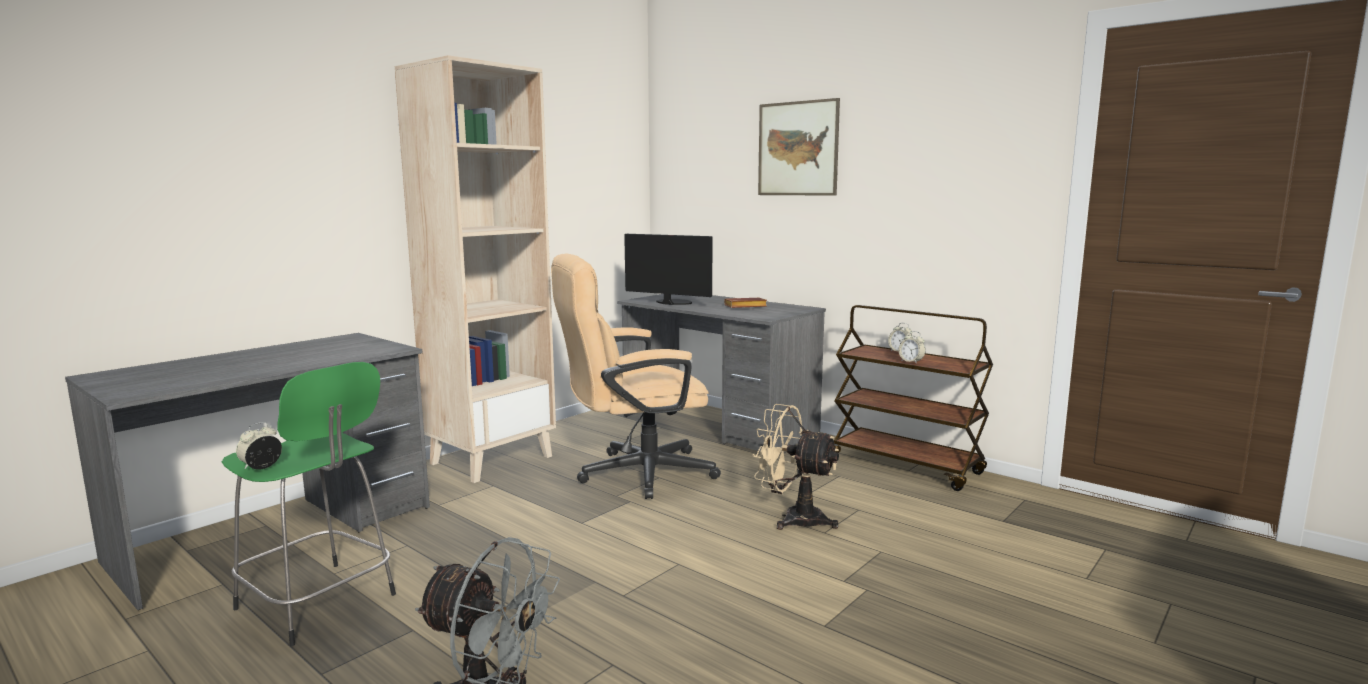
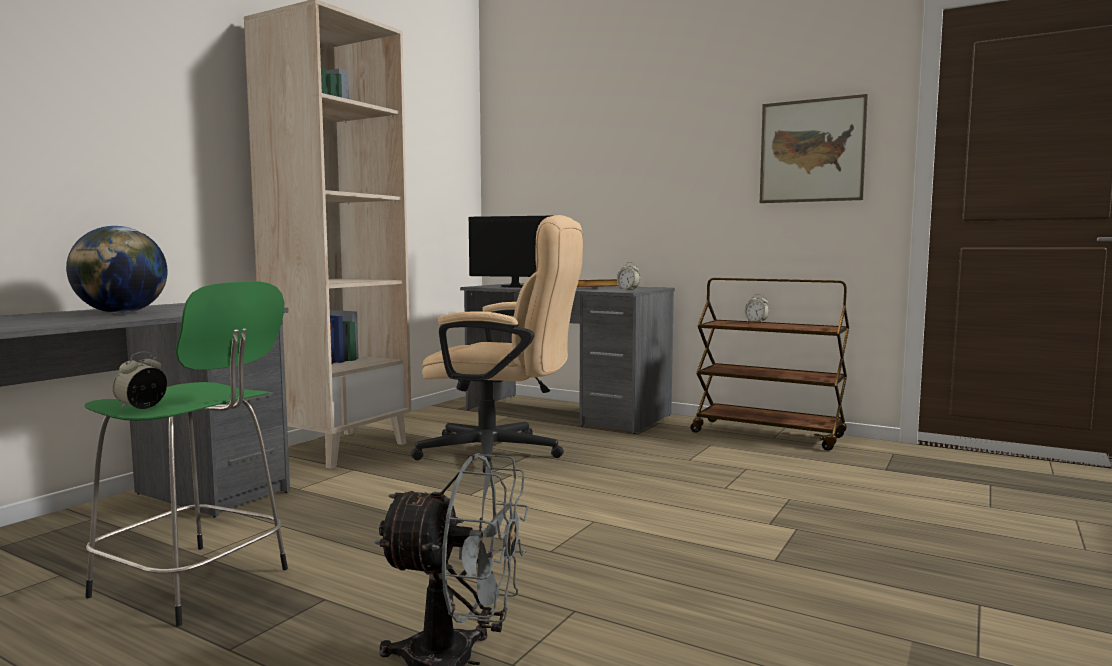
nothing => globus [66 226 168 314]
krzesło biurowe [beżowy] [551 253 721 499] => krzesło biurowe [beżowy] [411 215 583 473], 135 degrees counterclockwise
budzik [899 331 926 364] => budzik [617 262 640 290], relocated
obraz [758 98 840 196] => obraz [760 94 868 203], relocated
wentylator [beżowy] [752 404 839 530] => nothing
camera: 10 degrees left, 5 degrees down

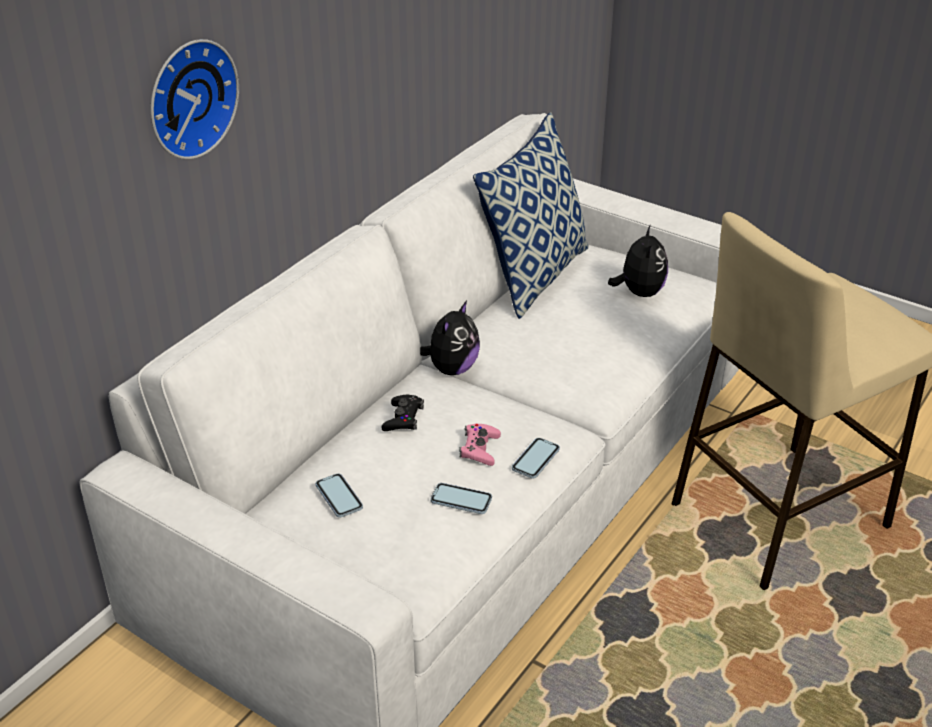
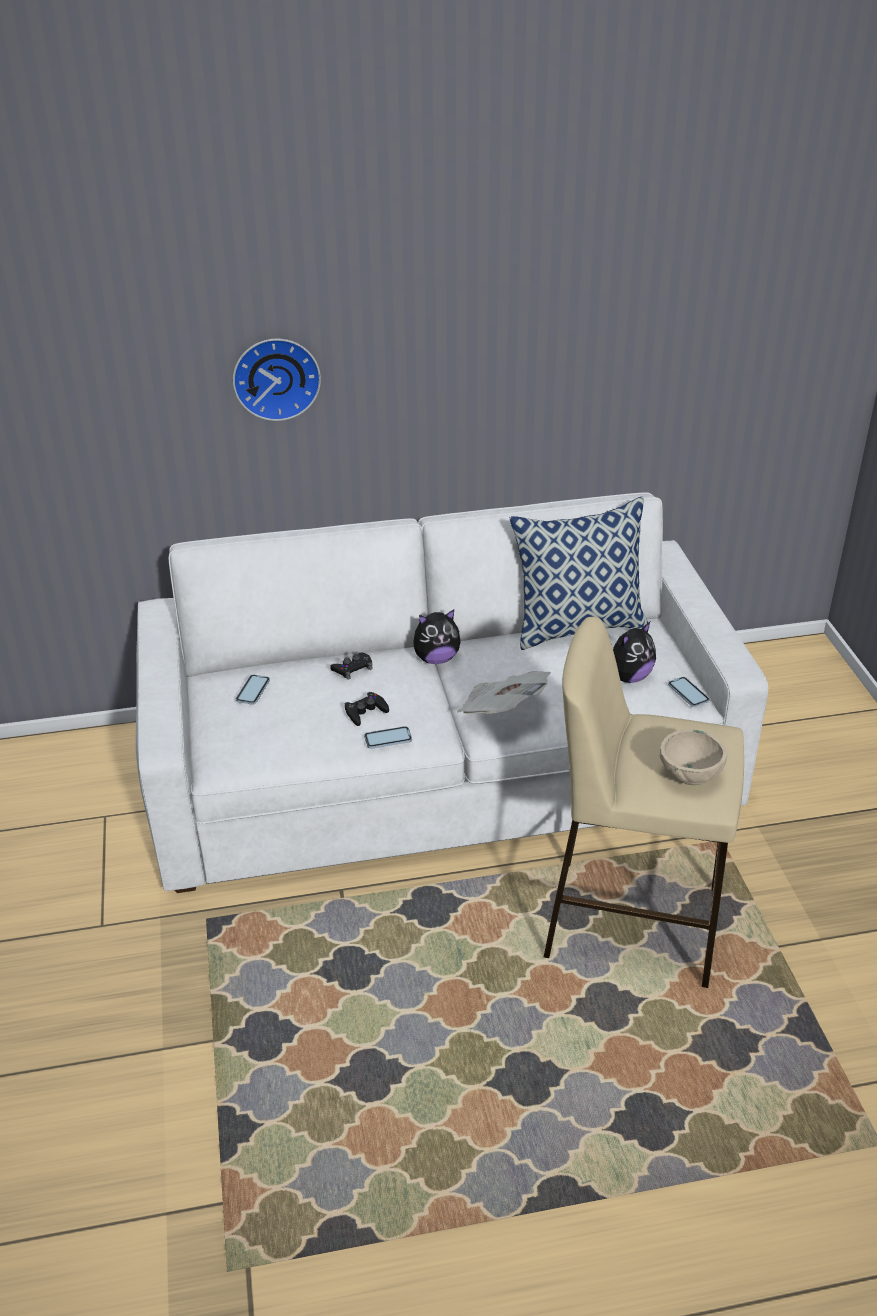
pad do gier [różowy] [459 424 501 466] => pad do gier [czarny] [345 692 389 726]
nothing => gazeta [457 671 551 714]
nothing => miska [beżowy] [659 729 727 785]
telefon [431 483 492 514] => telefon [668 677 710 707], relocated
camera: 45 degrees right, 0 degrees up

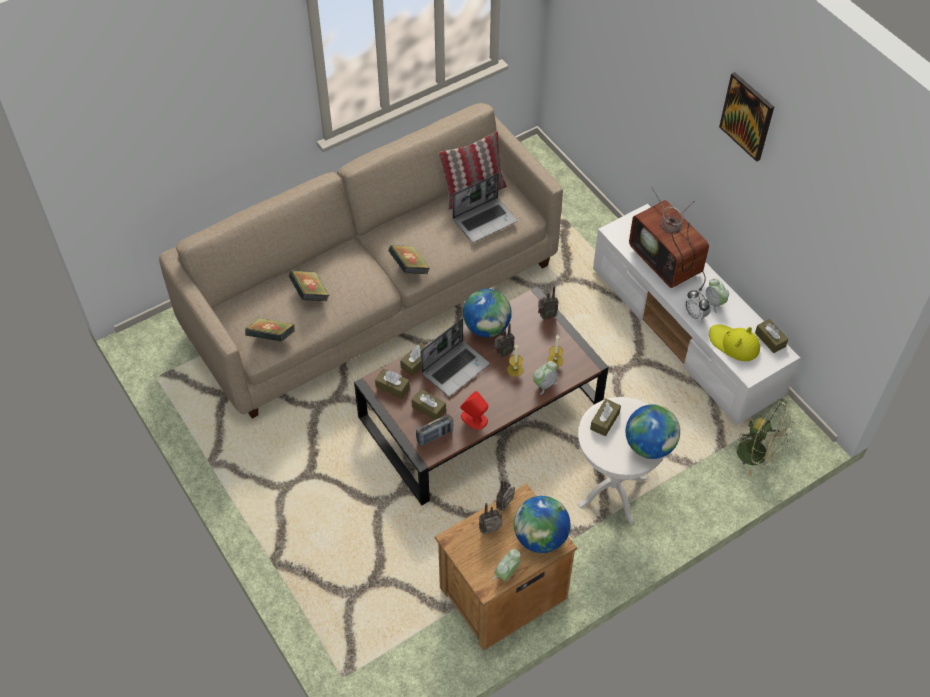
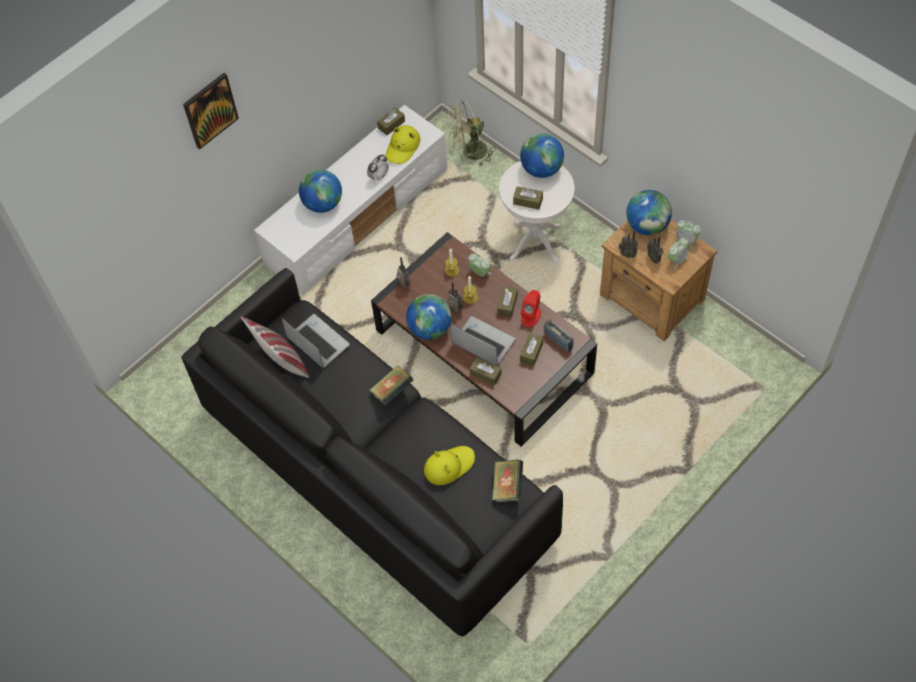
kanapa [beżowy] [159 103 563 418] => kanapa [czarny] [182 268 563 636]
obraz [719 72 774 162] => obraz [183 73 239 149], relocated
telewizor [629 187 709 292] => globus [299 169 342 213]
książka [289 271 330 301] => kapelusz [żółty] [424 446 475 485]
wentylator [zielony] [737 400 797 477] => wentylator [zielony] [447 100 496 167], 135 degrees counterclockwise
pudełko chusteczek [brązowy] [375 368 410 399] => pudełko chusteczek [brązowy] [497 286 518 317], relocated
budzik [706 279 729 313] => budzik [668 238 689 269], relocated
camera: 100 degrees left, 5 degrees up

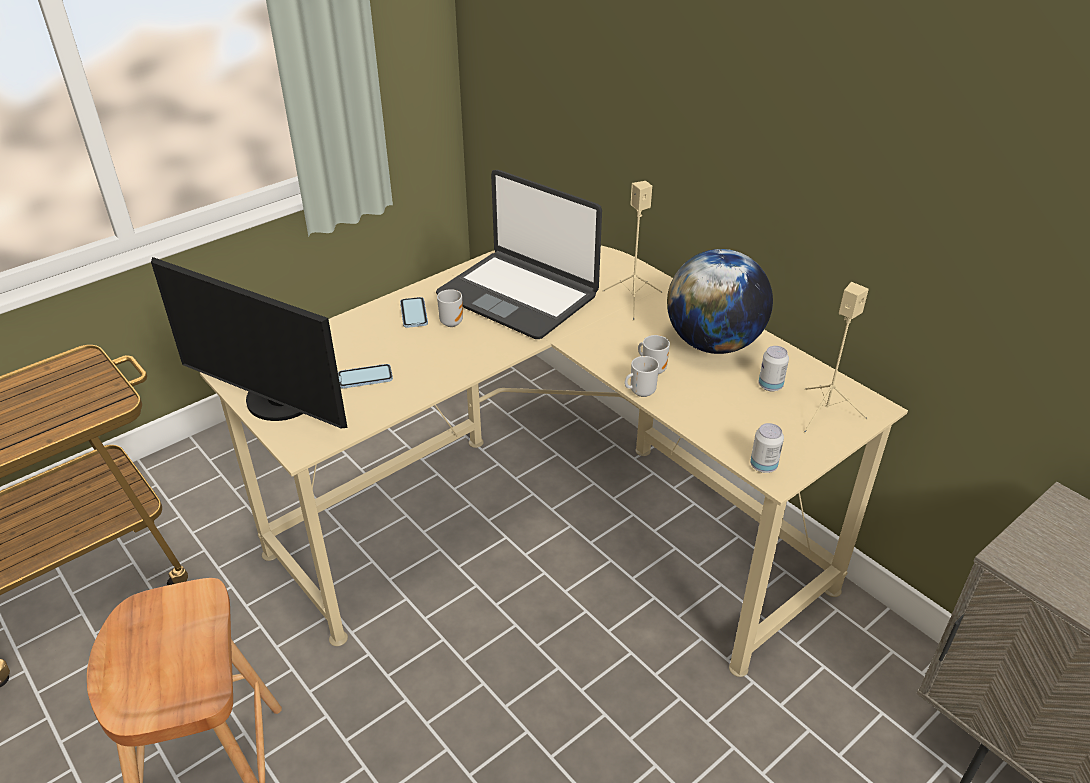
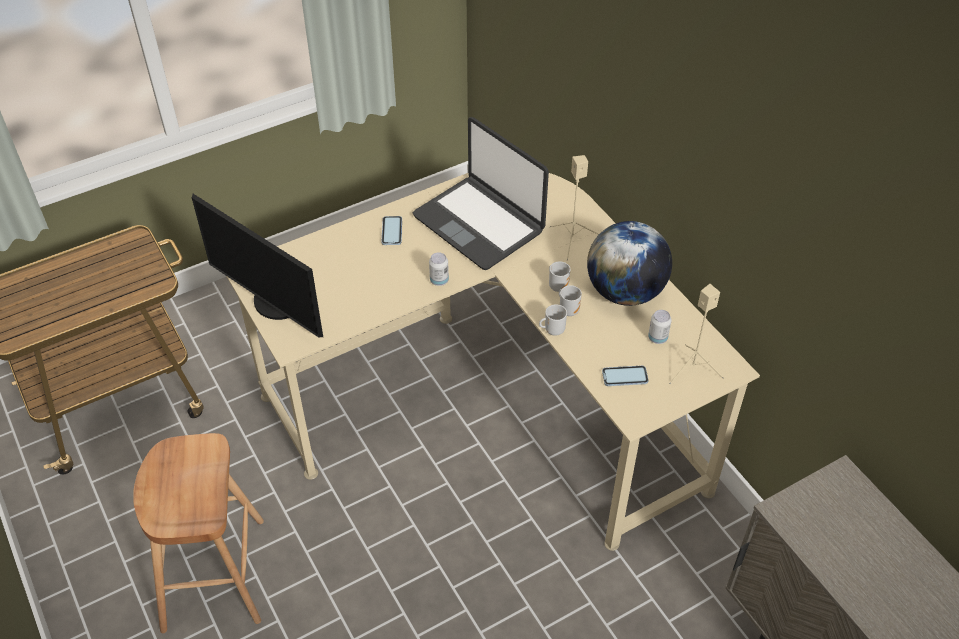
puszka [750 423 784 473] => puszka [429 253 449 286], relocated
kubek [437 289 463 327] => kubek [549 261 571 292], relocated
telefon [338 364 393 389] => telefon [602 366 649 386], relocated
camera: 10 degrees right, 10 degrees up

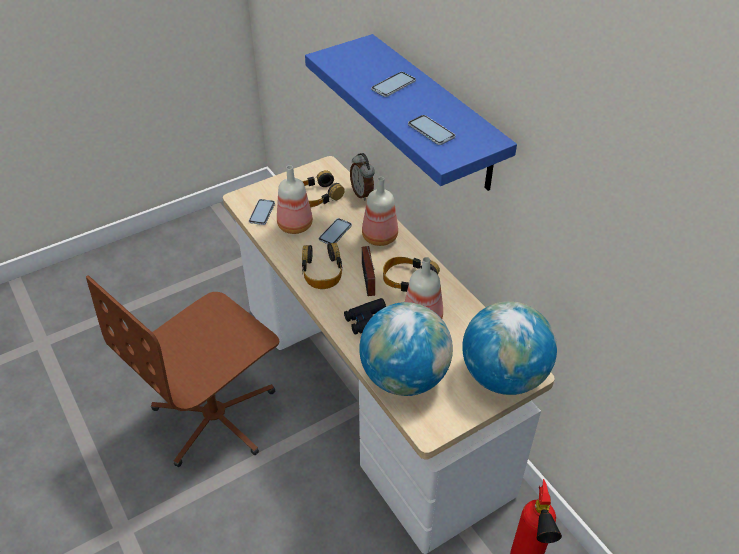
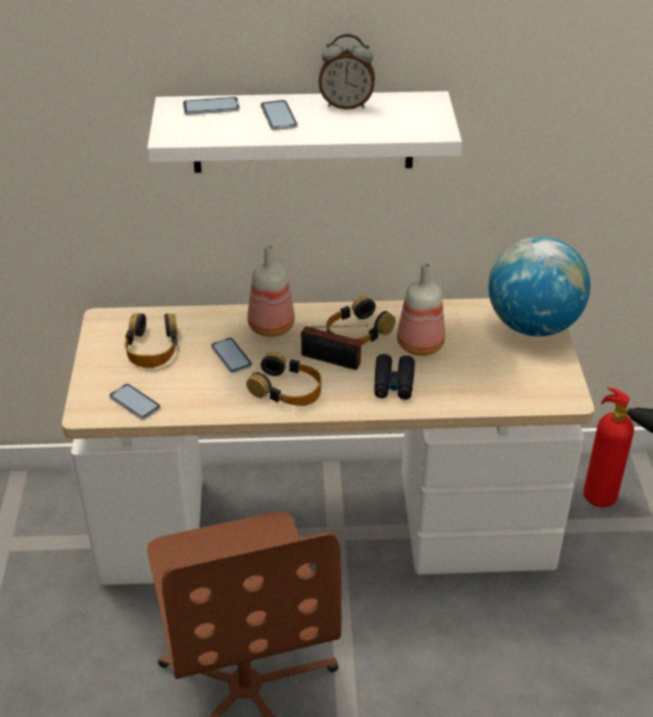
półka [niebieski] [305 34 517 191] => półka [biały] [147 91 462 173]
telefon [408 115 455 145] => telefon [183 97 240 115], relocated
budzik [350 153 375 201] => budzik [318 34 375 110], relocated
butelka [277 165 313 234] => nothing
globus [359 302 453 396] => nothing
camera: 60 degrees left, 5 degrees down

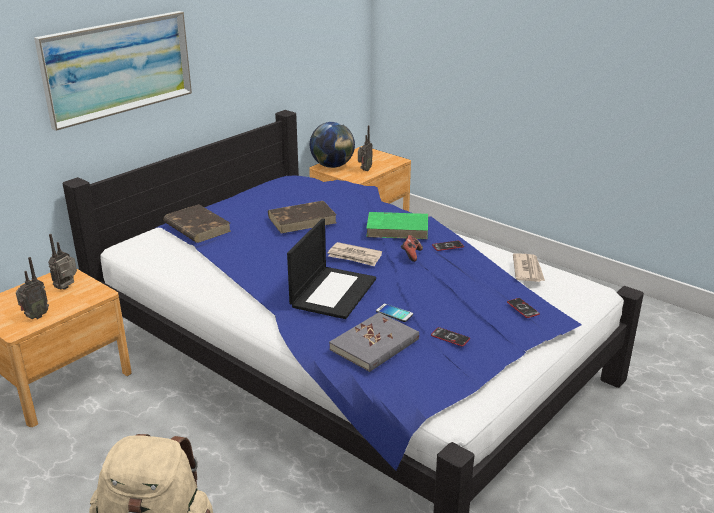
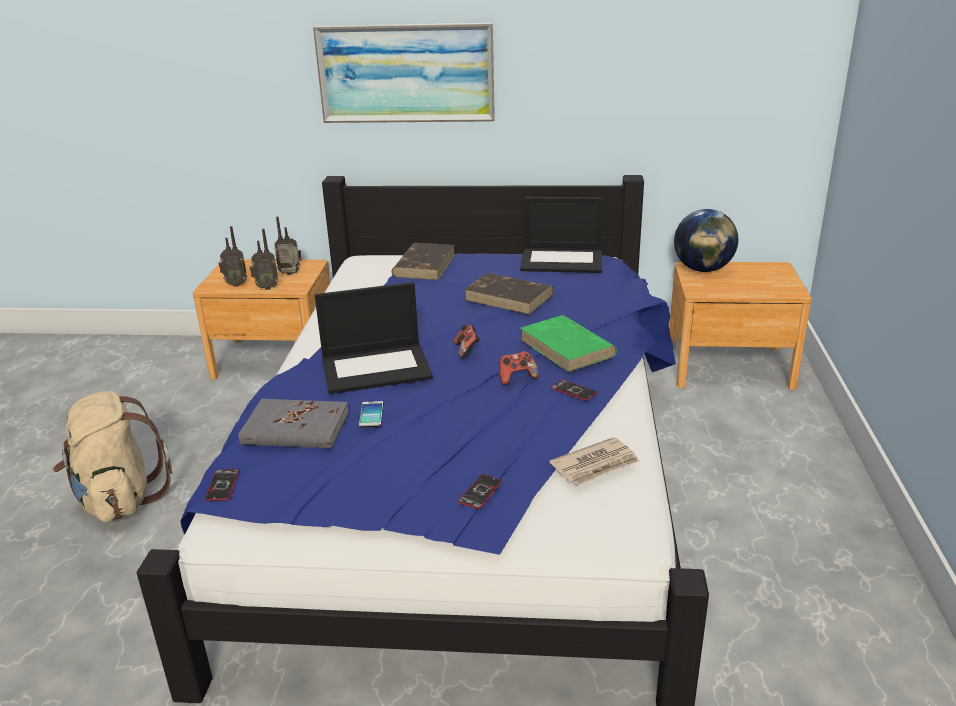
telefon [431 327 470 347] => telefon [205 469 239 501], relocated
radio [358 125 373 171] => radio [249 229 278 290], relocated
gazeta [328 242 382 267] => pad do gier [454 325 480 358]
nothing => laptop [520 197 603 273]
camera: 55 degrees right, 0 degrees up

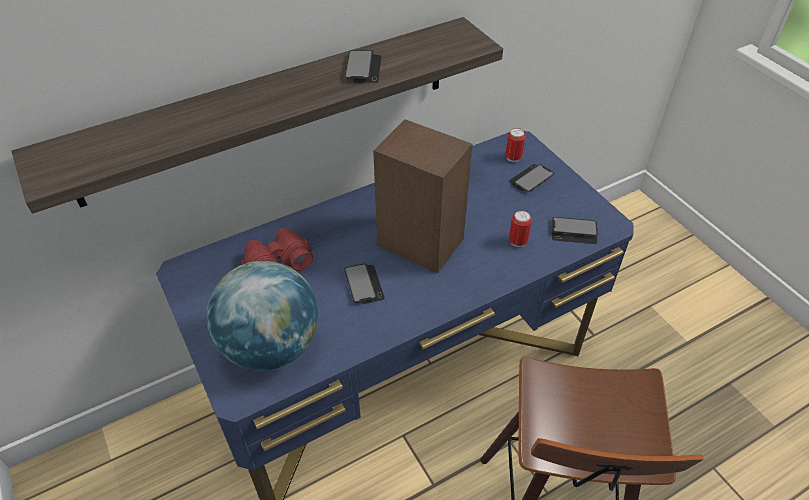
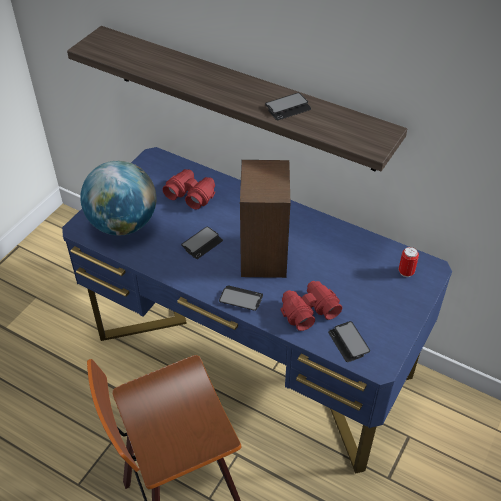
telefon [509 164 555 192] => telefon [219 285 263 311], relocated
puszka [509 210 532 247] => lornetka [czerwony] [281 281 342 331]
camera: 60 degrees right, 0 degrees up

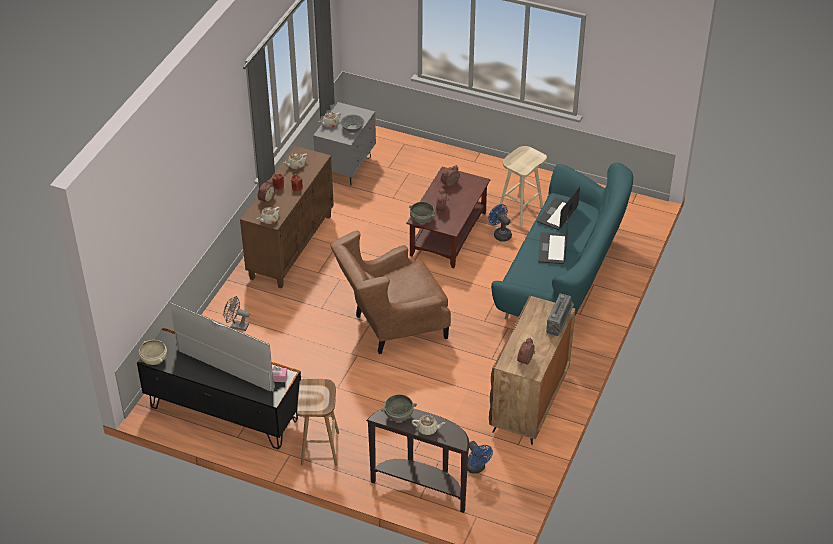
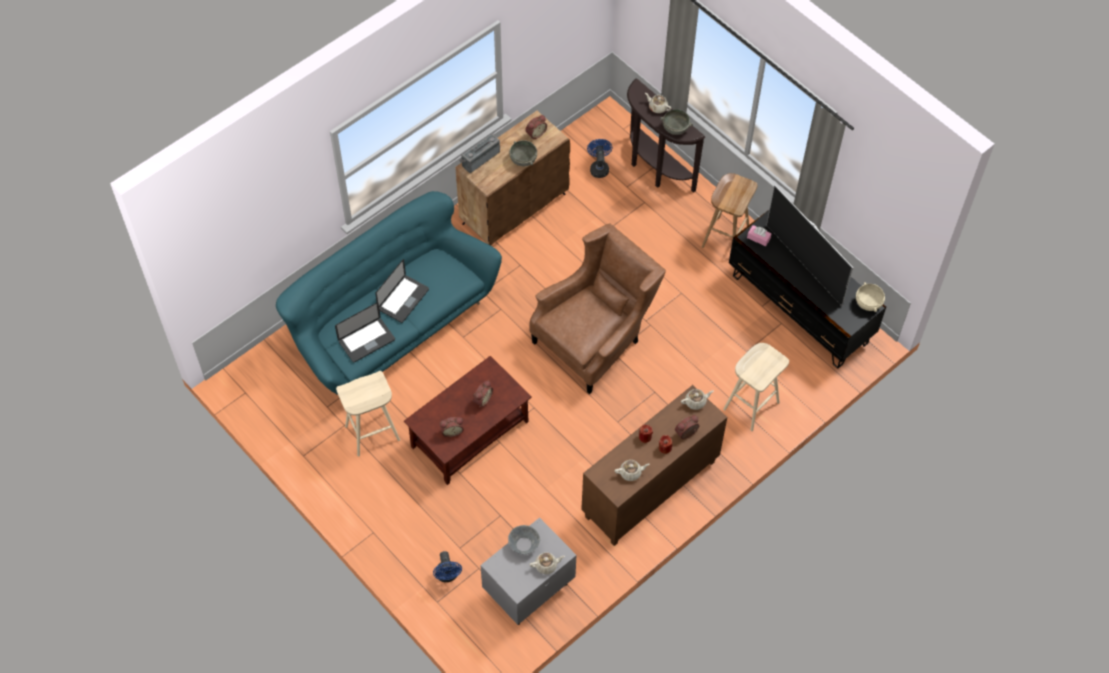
wentylator [niebieski] [488 204 512 242] => wentylator [niebieski] [433 551 462 582], relocated
miska [szary] [409 202 436 224] => miska [szary] [510 140 537 166], relocated
fotel [brązowy] [330 231 451 354] => fotel [brązowy] [529 224 666 394], 45 degrees counterclockwise
wentylator [szary] [223 296 250 331] => stołek [beżowy] [723 343 789 431]
camera: 155 degrees left, 15 degrees up

